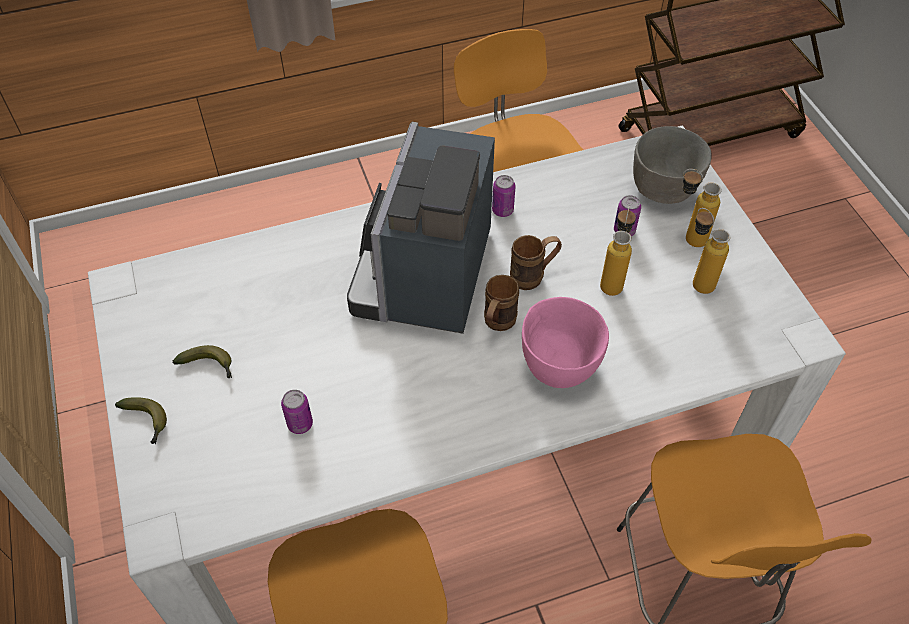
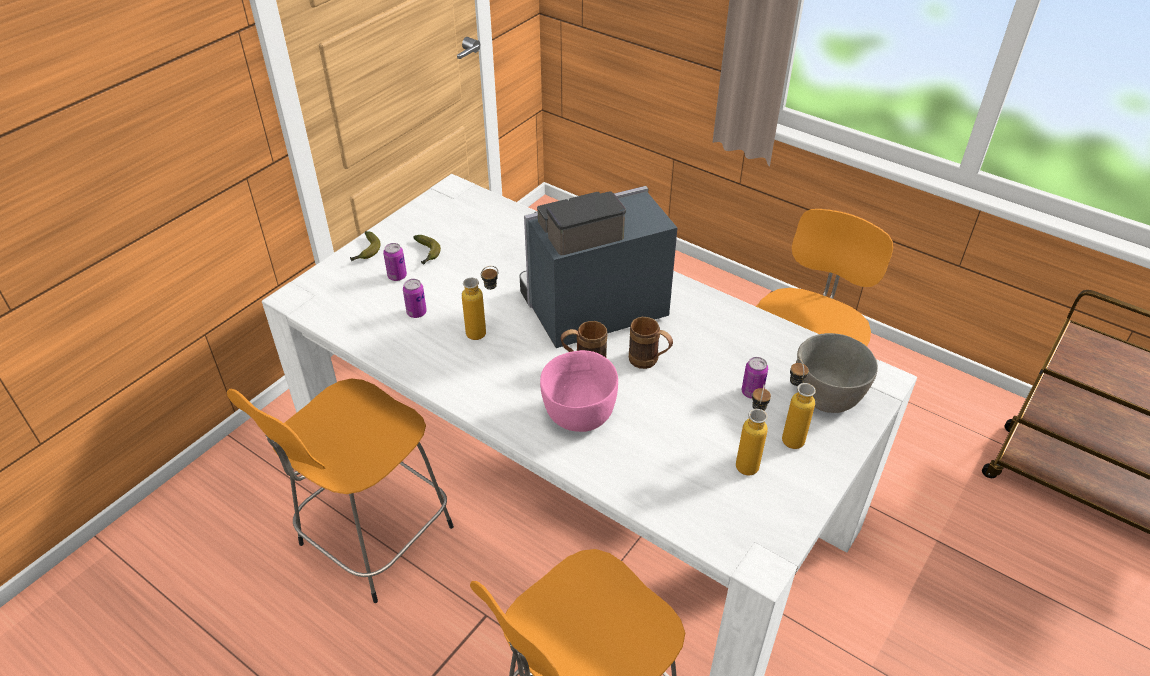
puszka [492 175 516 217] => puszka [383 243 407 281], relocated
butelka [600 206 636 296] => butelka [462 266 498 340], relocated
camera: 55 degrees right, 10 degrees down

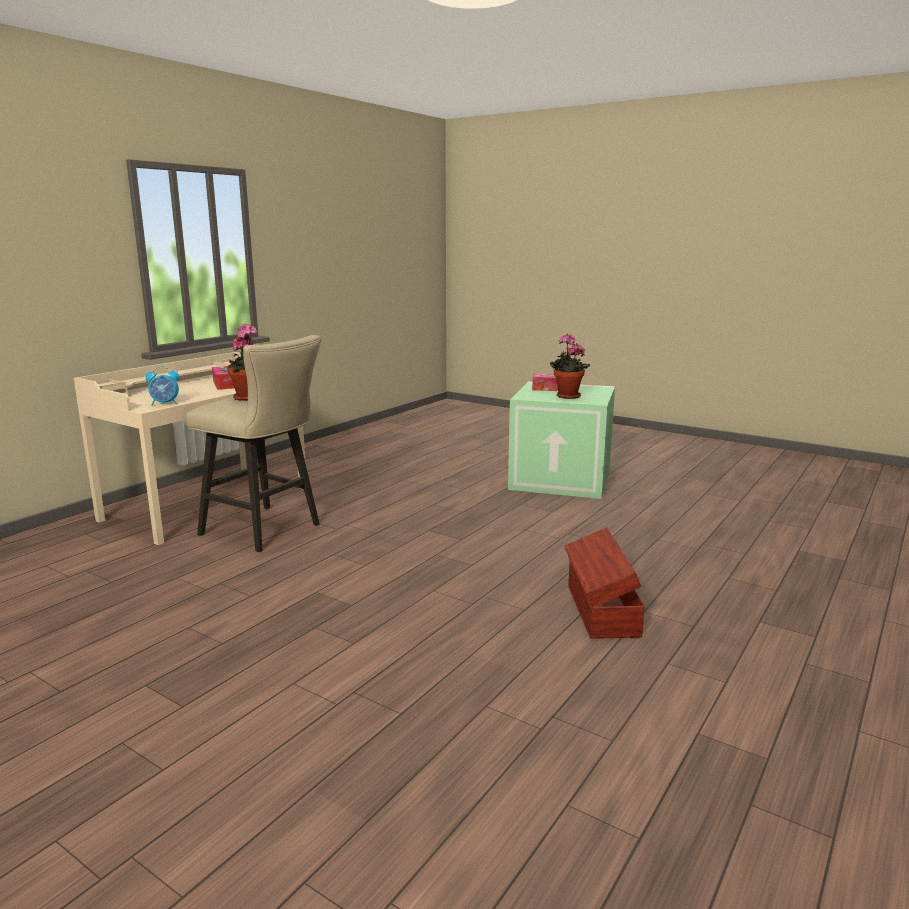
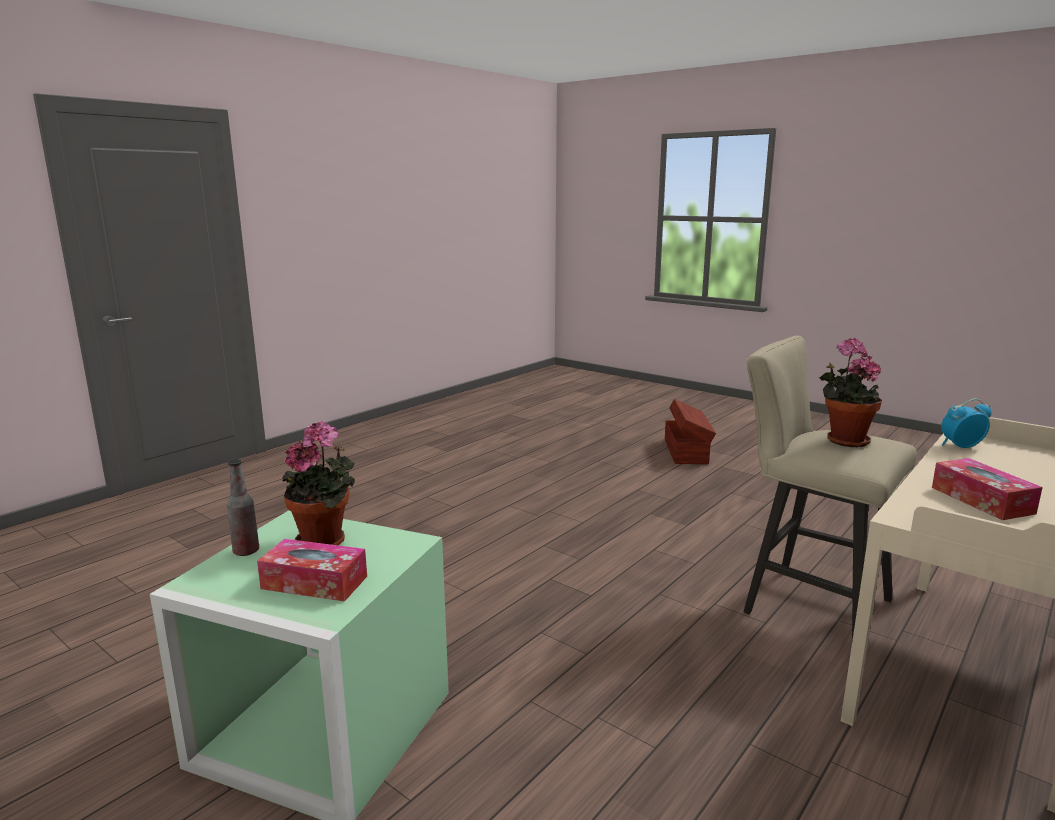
nothing => butelka [227 459 259 556]
pojemnik do przechowywania [brązowy] [564 527 645 639] => pojemnik do przechowywania [brązowy] [665 399 716 464], relocated
camera: 175 degrees left, 0 degrees up

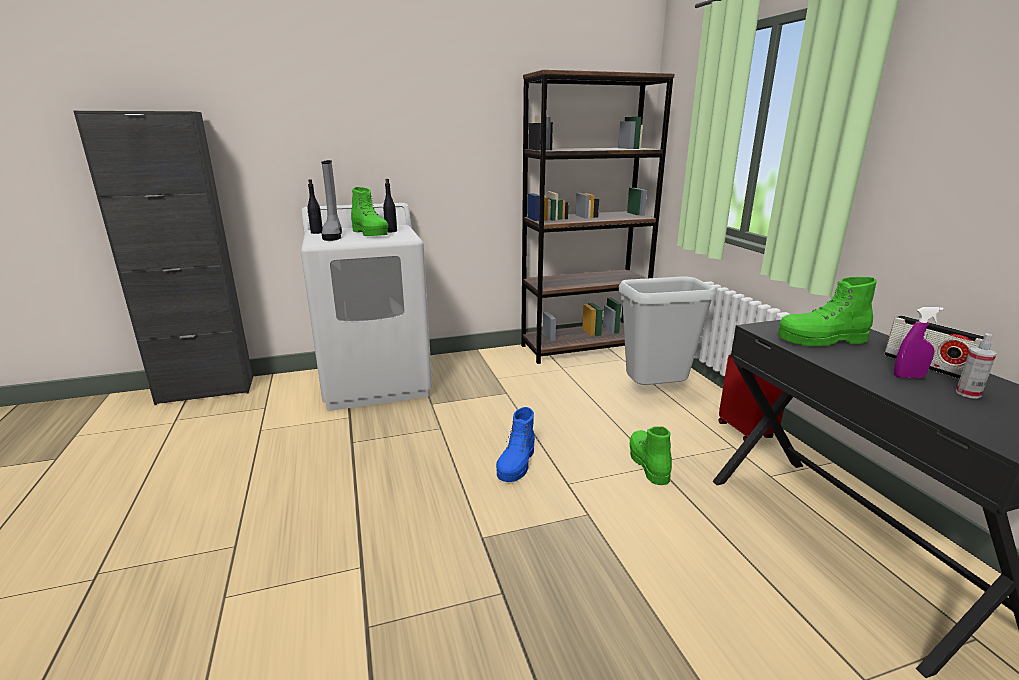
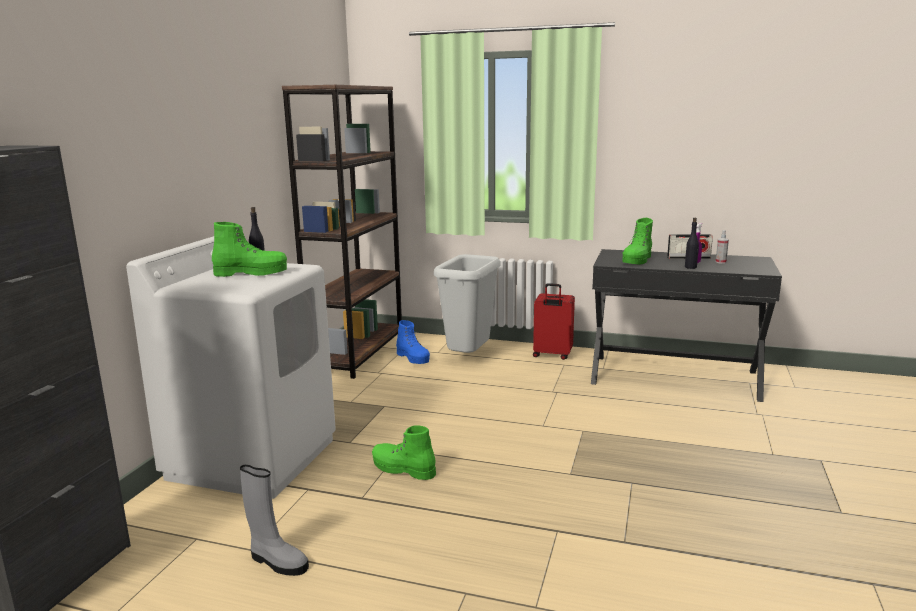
but z cholewką [szary] [321 160 342 241] => but z cholewką [szary] [240 465 309 576], relocated
but z cholewką [zielony] [630 426 672 485] => but z cholewką [zielony] [372 425 436 480], relocated
but z cholewką [niebieski] [496 407 535 482] => but z cholewką [niebieski] [396 320 430 364], relocated
butelka [czarny] [308 179 323 234] => butelka [czarny] [685 218 699 269], relocated
camera: 55 degrees left, 5 degrees down

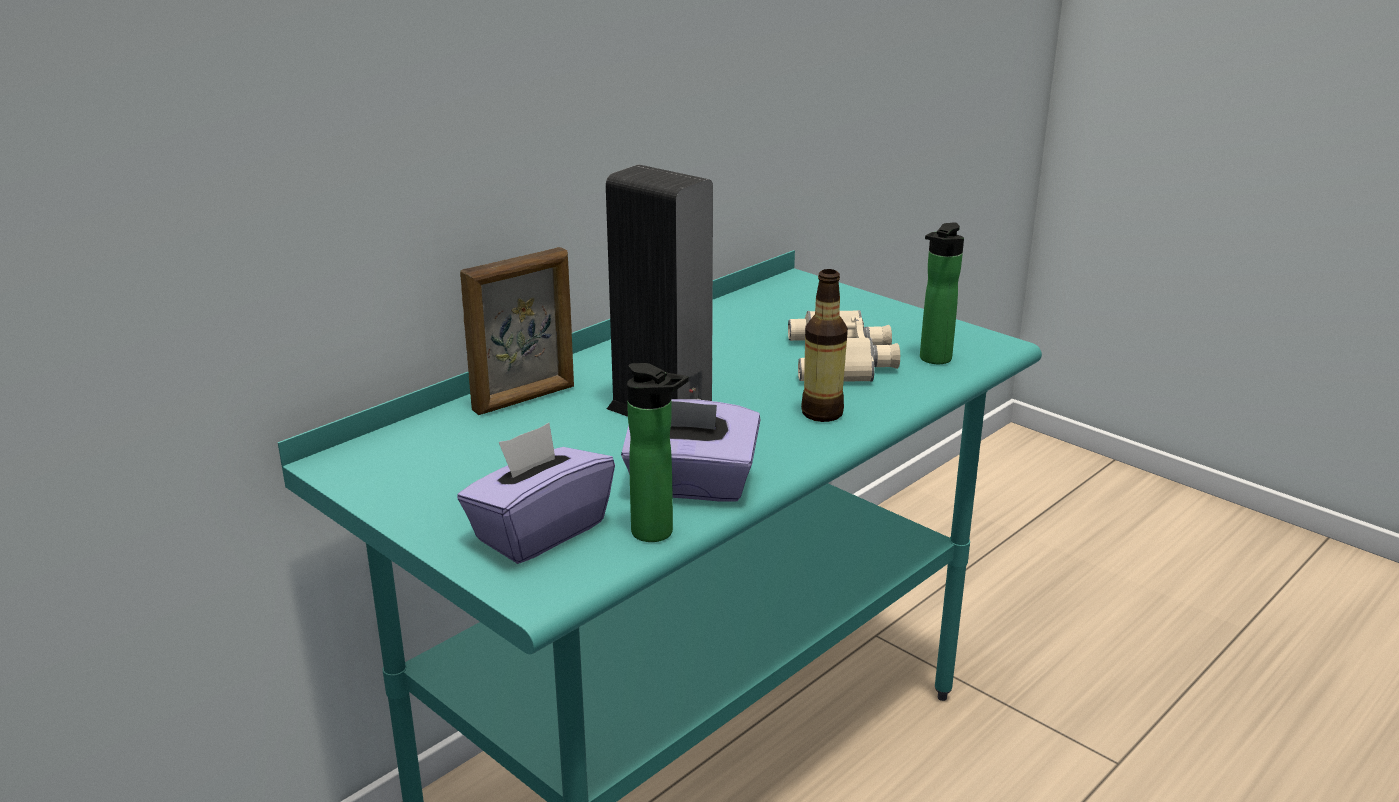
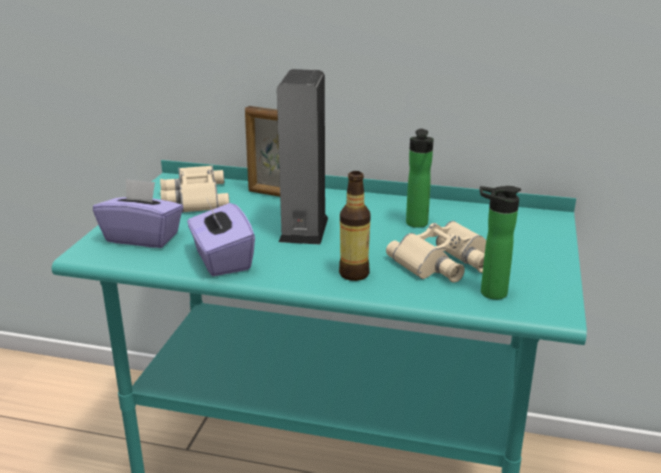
nothing => lornetka [beżowy] [160 165 230 213]
butelka [627 363 689 542] => butelka [406 129 434 228], relocated
camera: 60 degrees right, 0 degrees up

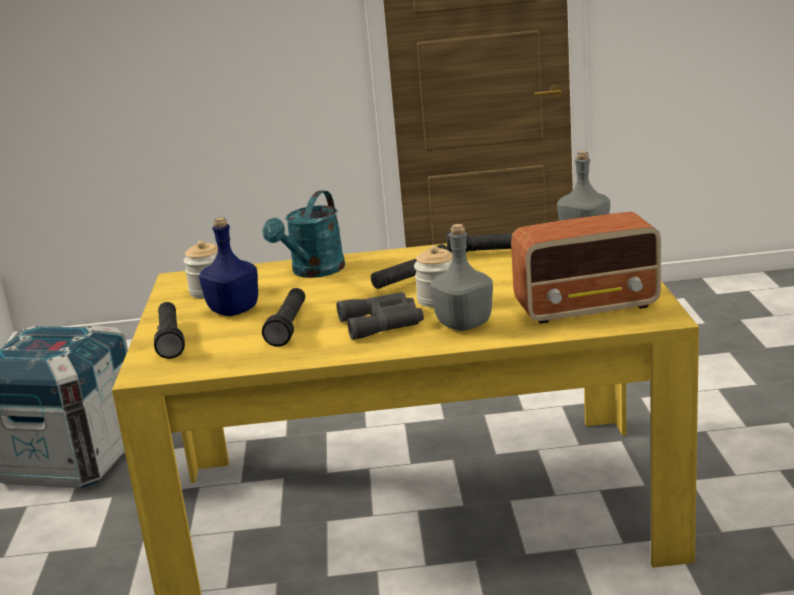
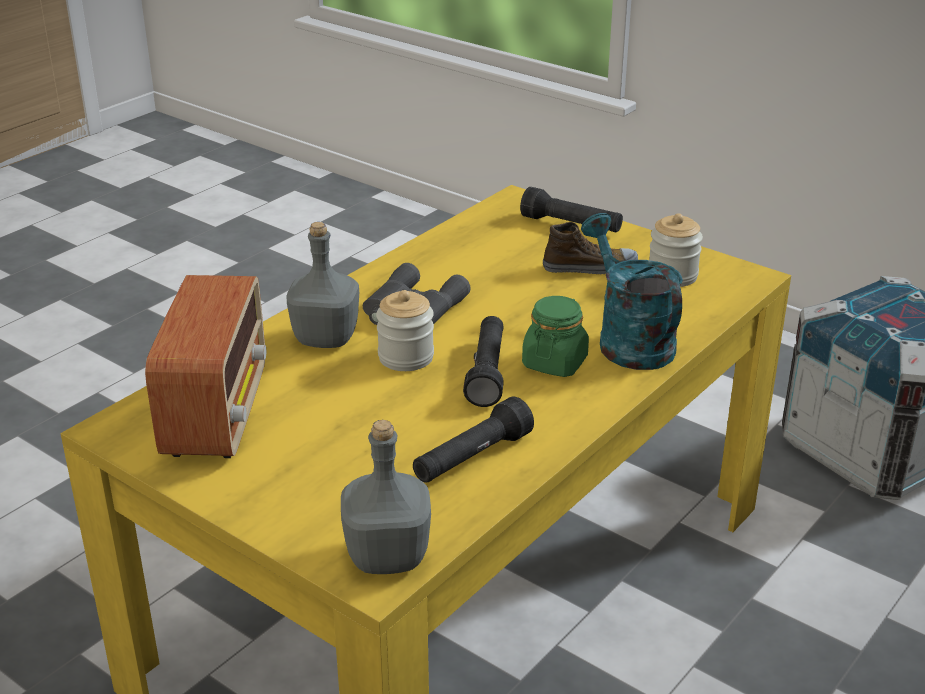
radio [511 212 661 324] => radio [145 275 266 458], 150 degrees clockwise
nothing => słoik [zielony] [522 296 589 377]
butelka [niebieski] [199 217 258 316] => but [543 222 638 274]
latarka [czarny] [262 288 305 347] => nothing
camera: 130 degrees right, 10 degrees up

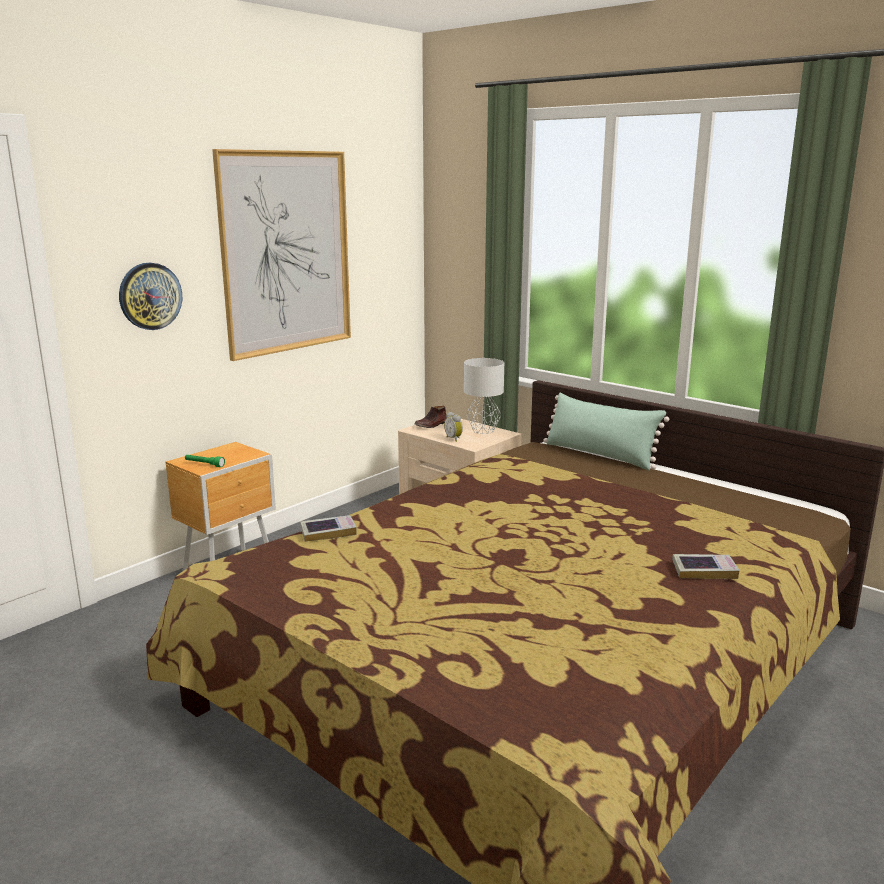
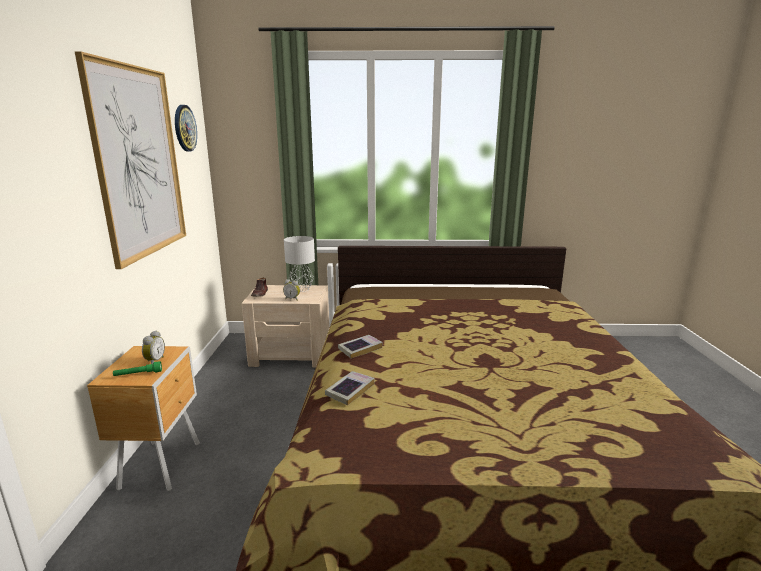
nothing => budzik [142 330 165 364]
zegar ścienny [119 263 182 330] => zegar ścienny [175 105 197 152], relocated
książka [672 554 740 579] => książka [338 335 383 359], relocated
poduszka [zielony] [544 393 669 470] => nothing
camera: 40 degrees left, 0 degrees up

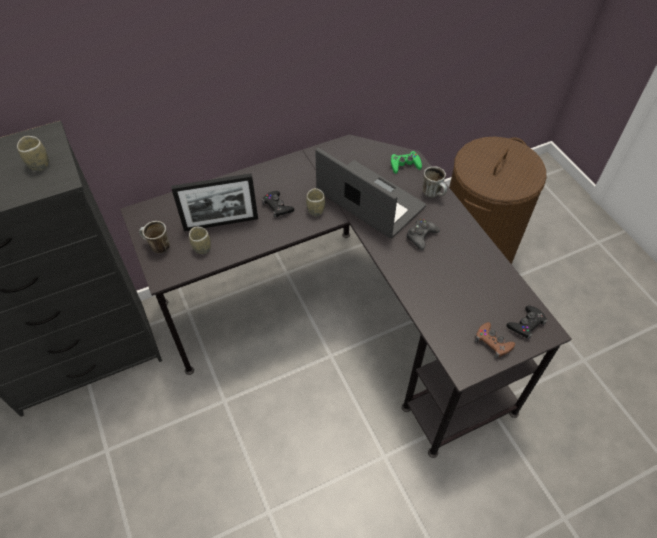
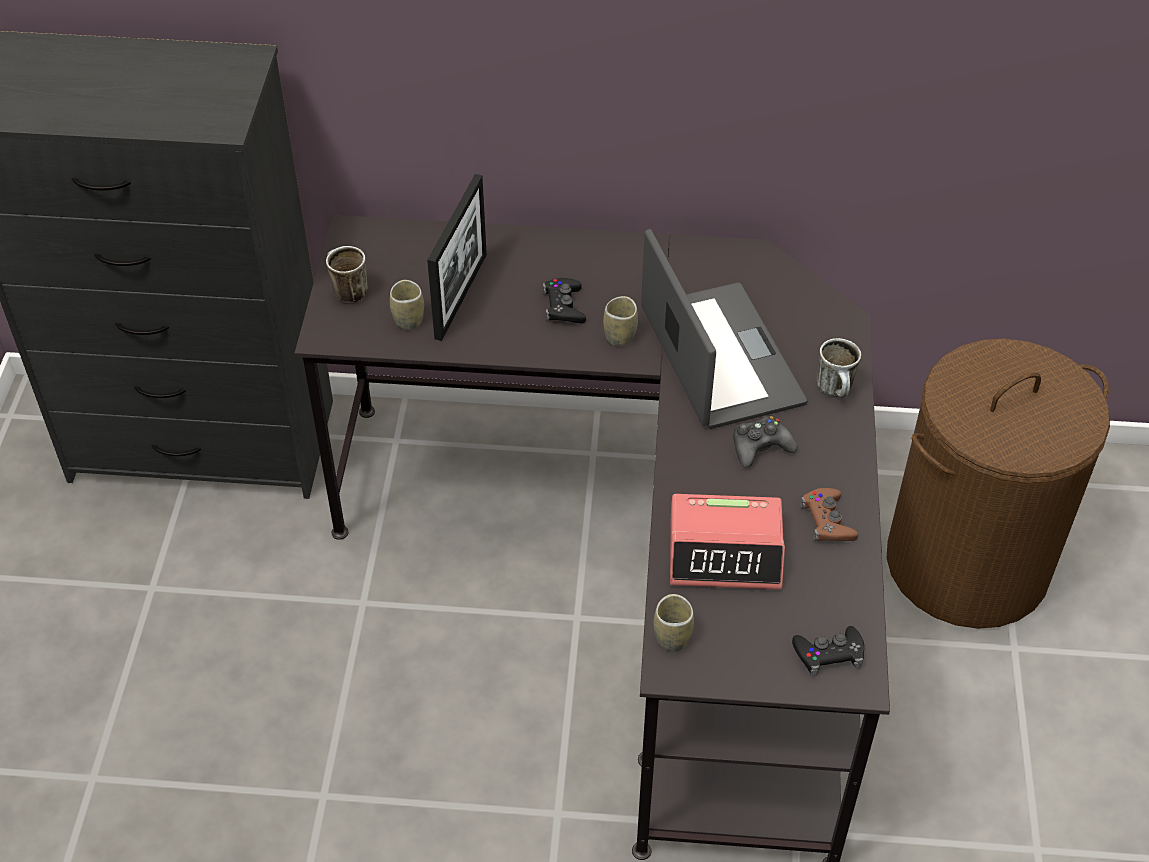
ramka na zdjęcie [171 173 258 231] => ramka na zdjęcie [427 174 487 341], 90 degrees counterclockwise
filiżanka [17 136 49 171] => filiżanka [654 594 694 651], relocated
nothing => budzik [670 494 785 590]
pad do gier [brązowy] [475 322 515 358] => pad do gier [brązowy] [800 488 858 541], relocated
pad do gier [zielony] [391 151 422 174] => nothing
camera: 30 degrees right, 5 degrees down

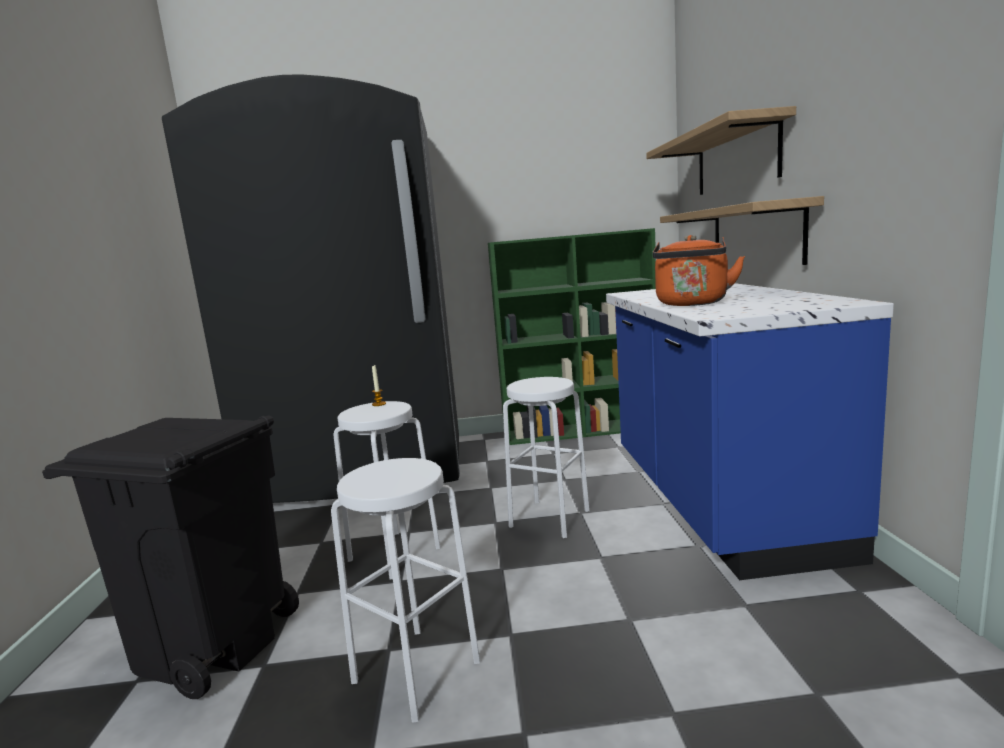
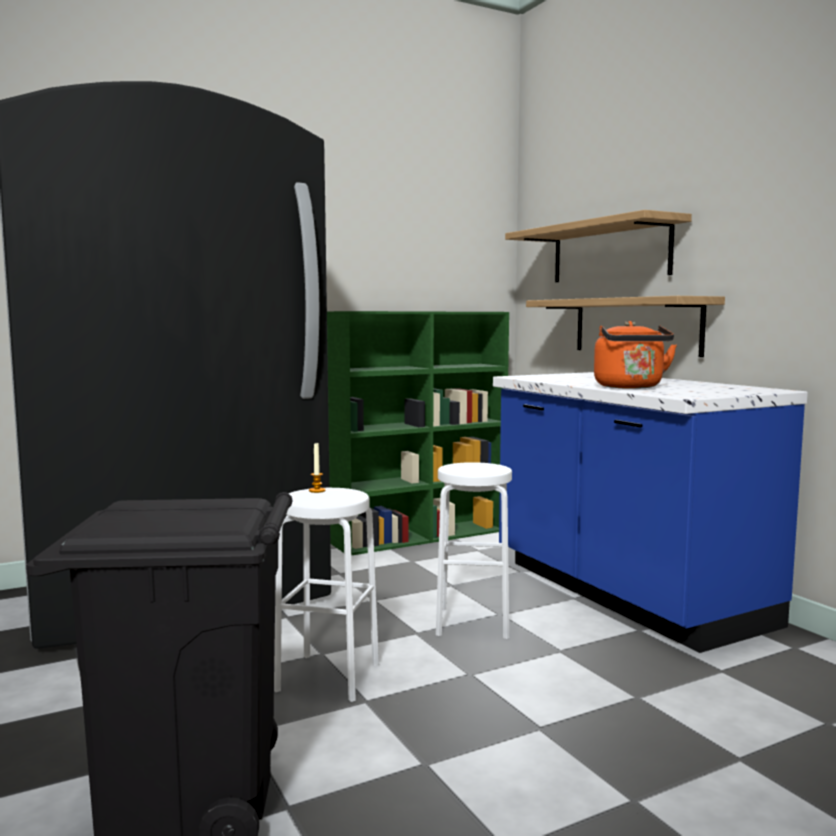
stołek [biały] [331 458 480 723] => nothing
camera: 25 degrees left, 5 degrees down

